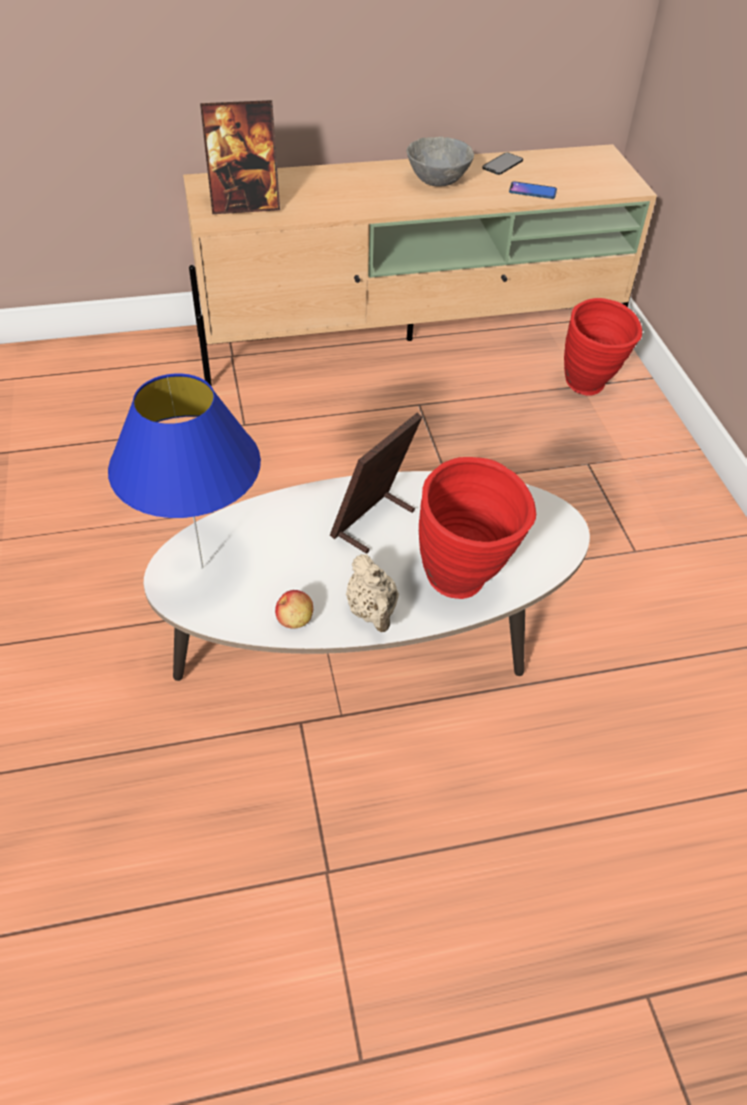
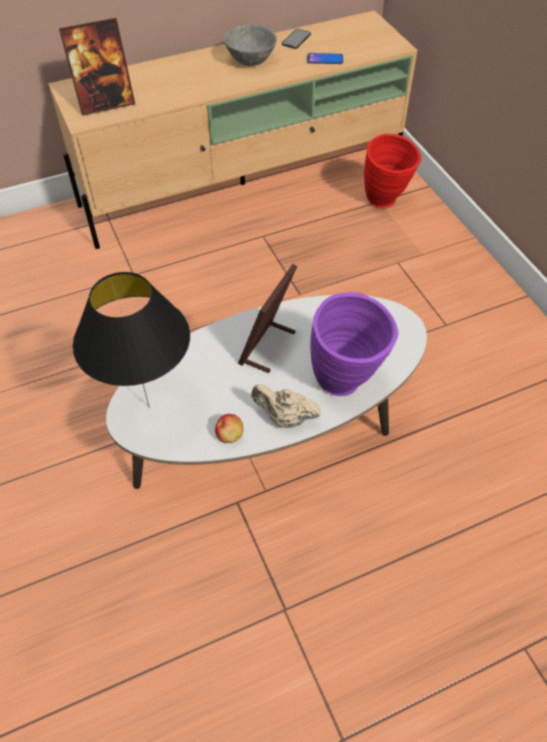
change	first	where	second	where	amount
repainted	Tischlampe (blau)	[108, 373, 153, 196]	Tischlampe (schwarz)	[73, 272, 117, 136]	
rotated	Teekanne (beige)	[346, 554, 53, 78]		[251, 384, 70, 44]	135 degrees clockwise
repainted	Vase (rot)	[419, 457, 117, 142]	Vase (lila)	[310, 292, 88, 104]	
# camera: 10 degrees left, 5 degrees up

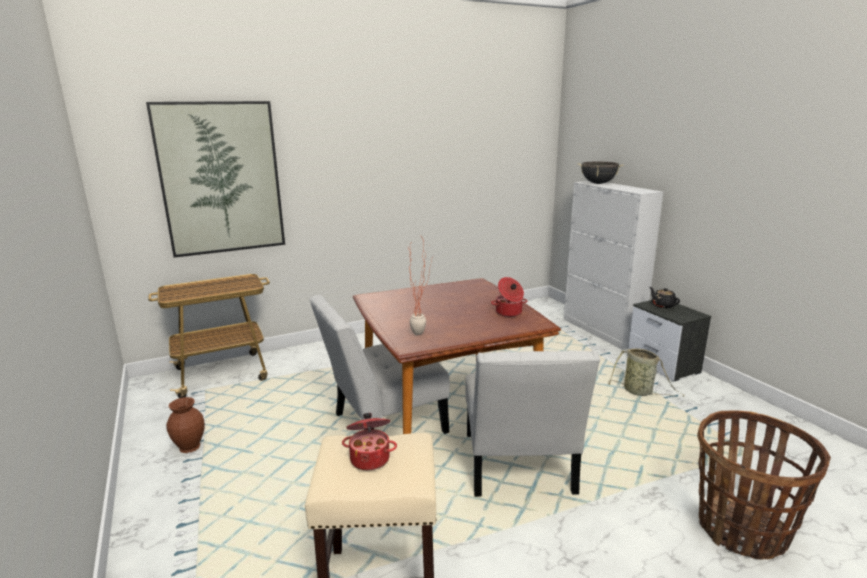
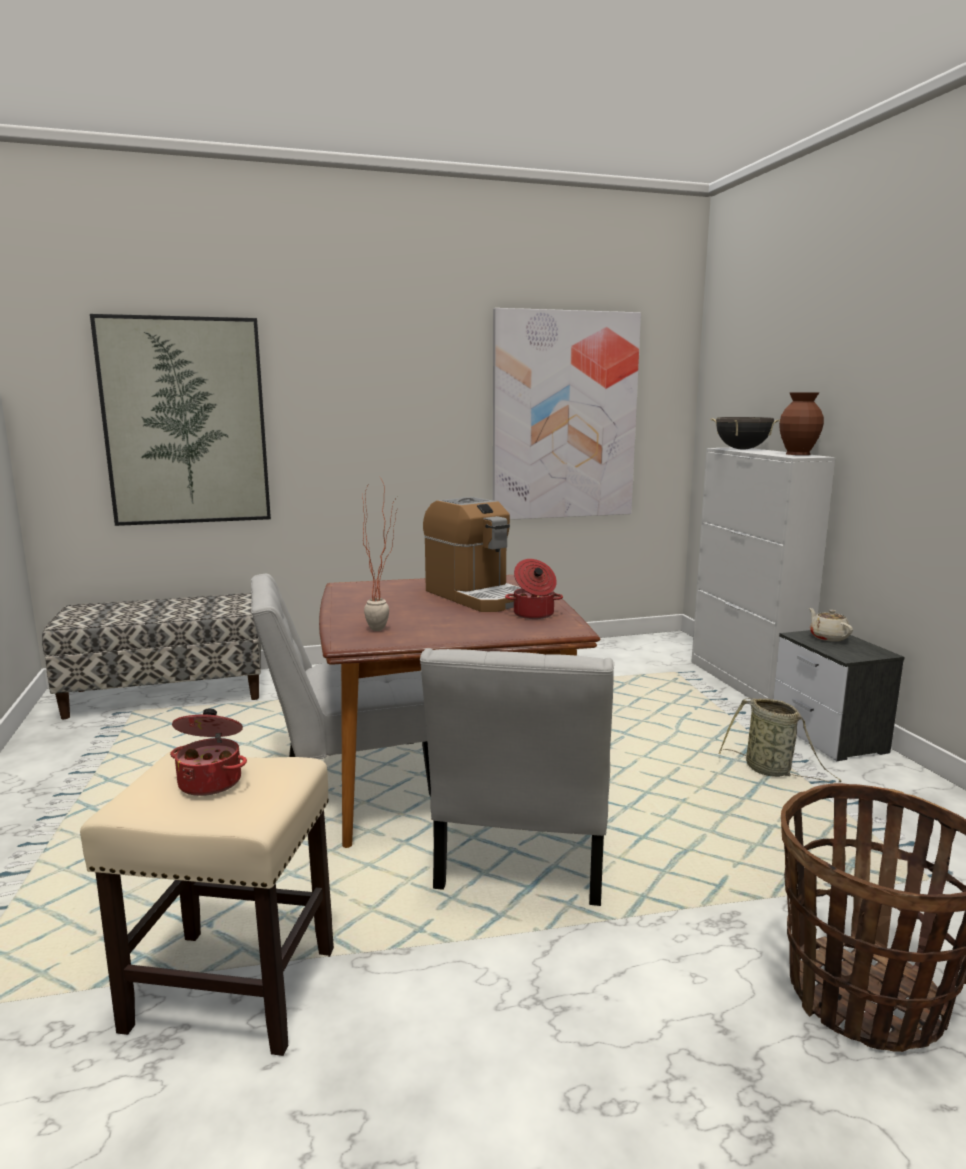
change	first	where	second	where	amount
swapped	Rollwagen	[148, 274, 122, 124]	Bank	[42, 593, 219, 126]	
new			Kaffeemaschine	[423, 497, 98, 115]	
new			Bild	[493, 308, 148, 212]	
shifted	Vase (braun)	[166, 397, 38, 56]		[779, 392, 45, 63]	
repainted	Teekanne (schwarz)	[650, 287, 30, 21]	Teekanne (beige)	[809, 608, 44, 34]	
# camera: 10 degrees right, 5 degrees down

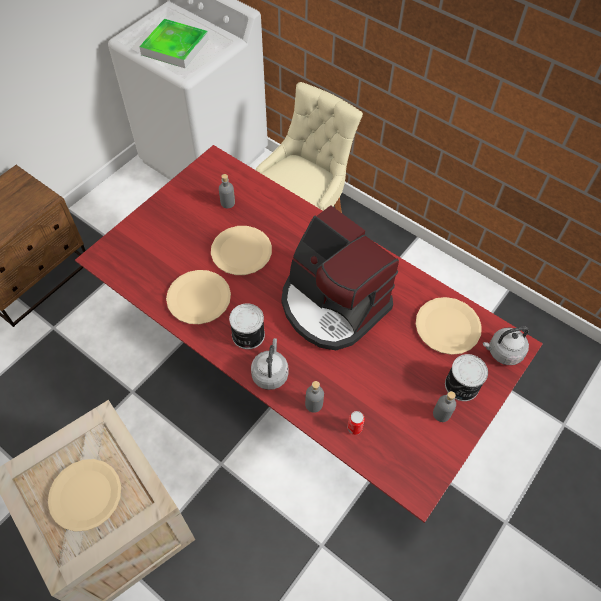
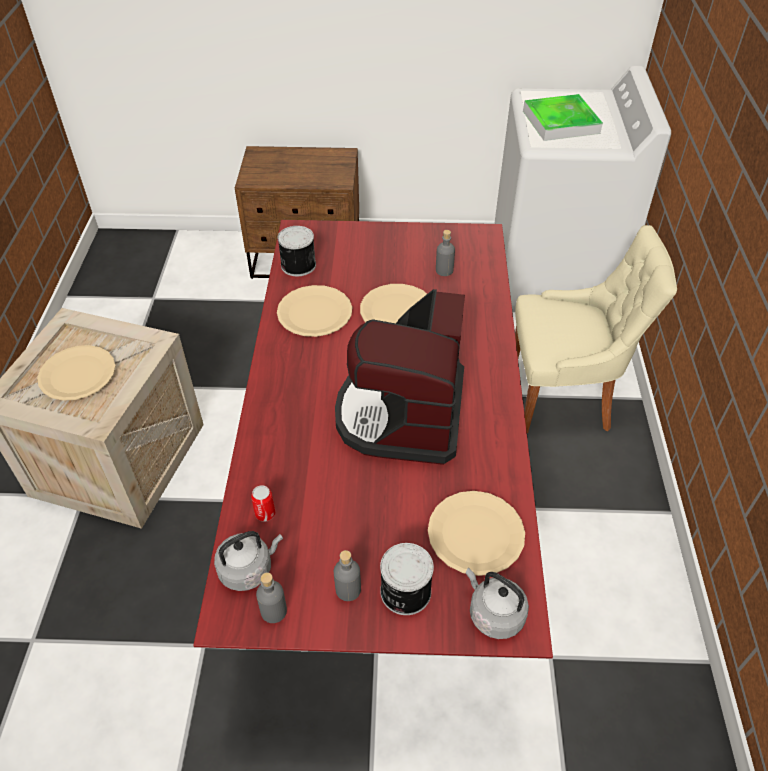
change	first	where	second	where	amount
shifted	Wasserkessel (grau)	[251, 338, 37, 52]		[214, 531, 69, 60]	
shifted	Flasche (grau)	[305, 381, 19, 32]		[256, 573, 31, 50]	
shifted	Dose	[229, 303, 36, 46]		[277, 226, 39, 50]	
# camera: 55 degrees right, 10 degrees down

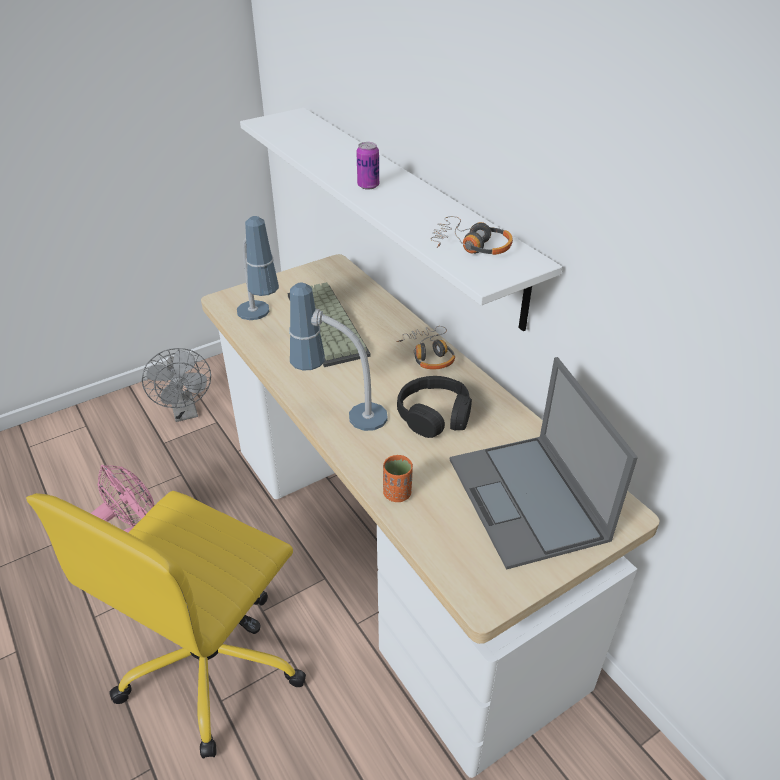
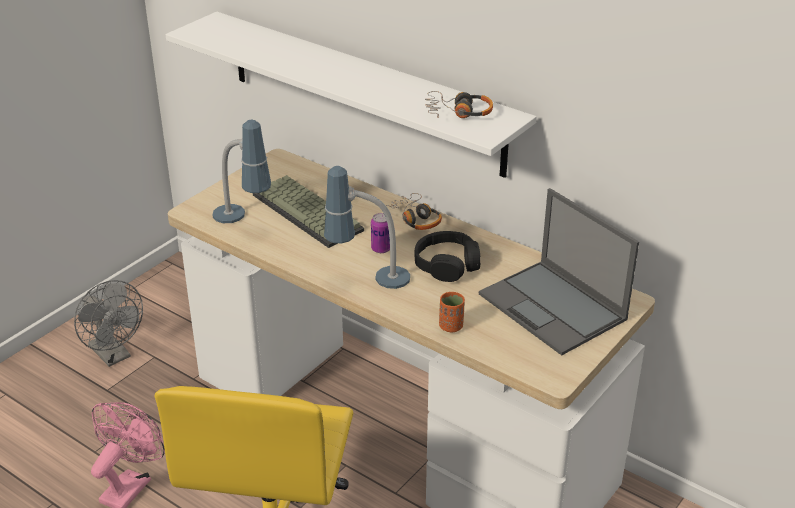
change	first	where	second	where	amount
shifted	Dose	[356, 142, 23, 48]		[371, 213, 19, 40]	
# camera: 20 degrees left, 5 degrees down

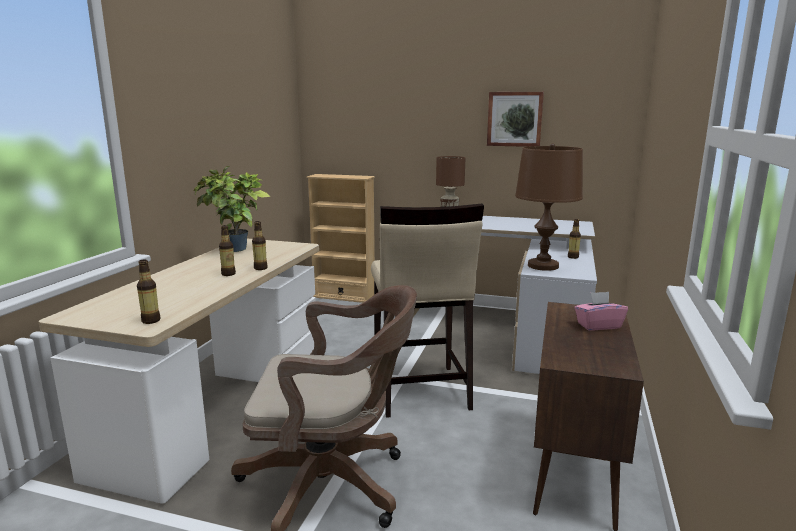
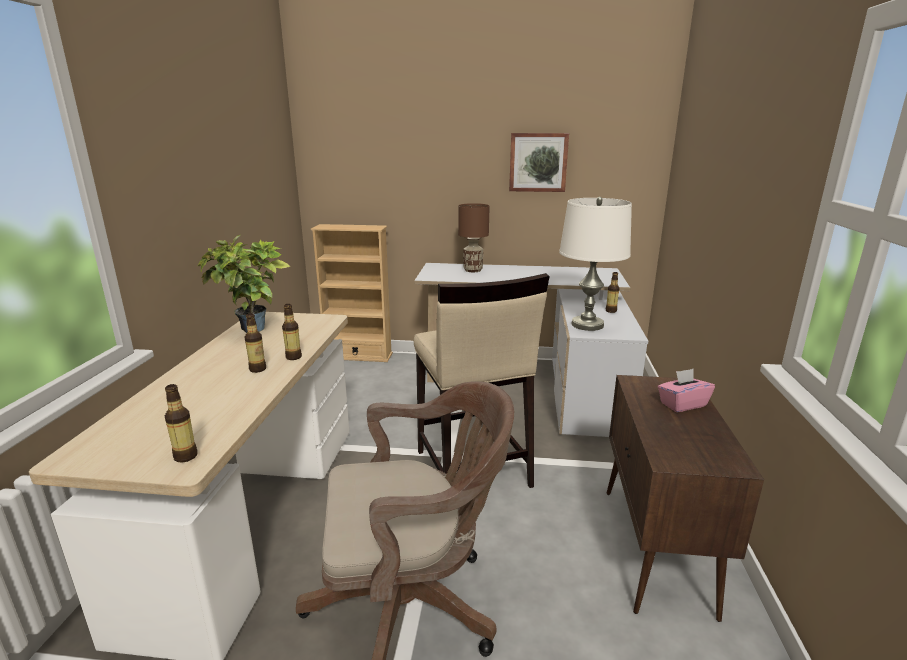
change	first	where	second	where	amount
repainted	Tischlampe (braun)	[515, 143, 68, 128]	Tischlampe (weiß)	[559, 197, 73, 134]	
# camera: 10 degrees left, 5 degrees up

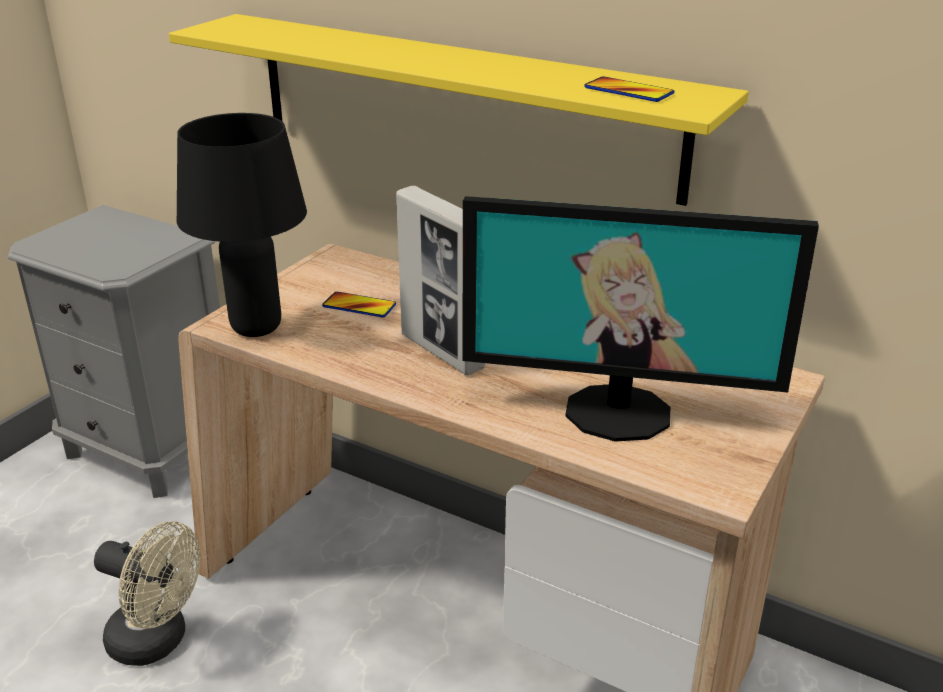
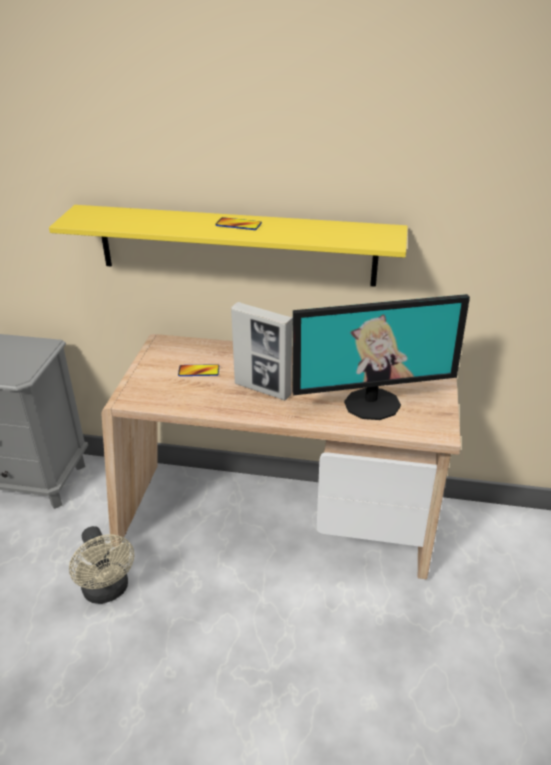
change	first	where	second	where	amount
rotated	Ventilator (beige)	[94, 521, 106, 145]		[69, 526, 65, 78]	60 degrees clockwise
shifted	Handy	[584, 77, 90, 25]		[215, 217, 47, 13]	
gone	Tischlampe (schwarz)	[177, 113, 130, 224]			
# camera: 20 degrees left, 5 degrees up

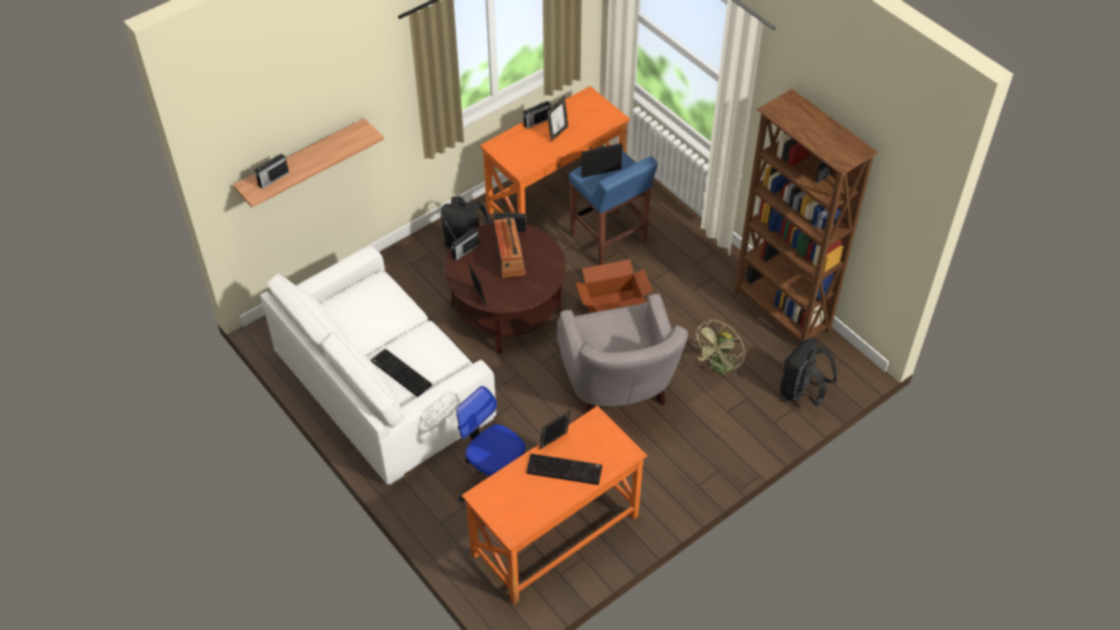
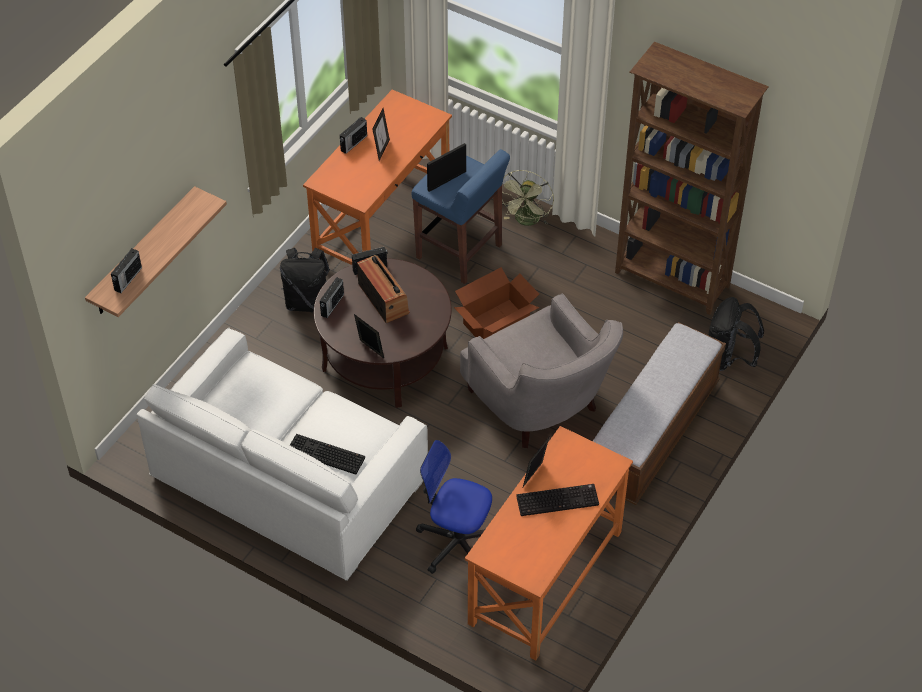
change	first	where	second	where	amount
shifted	Ventilator (grün)	[692, 320, 53, 56]		[502, 170, 52, 56]	
new			Bank	[593, 322, 133, 183]	
# camera: 20 degrees left, 0 degrees up

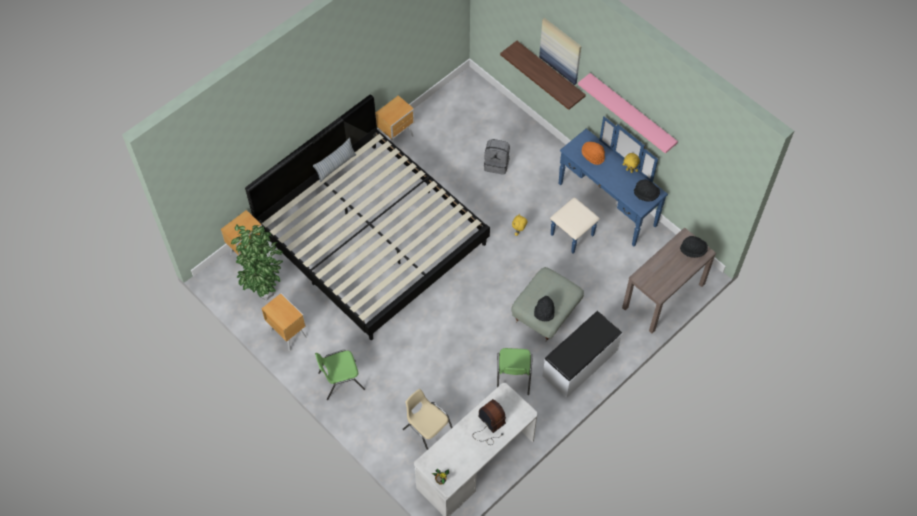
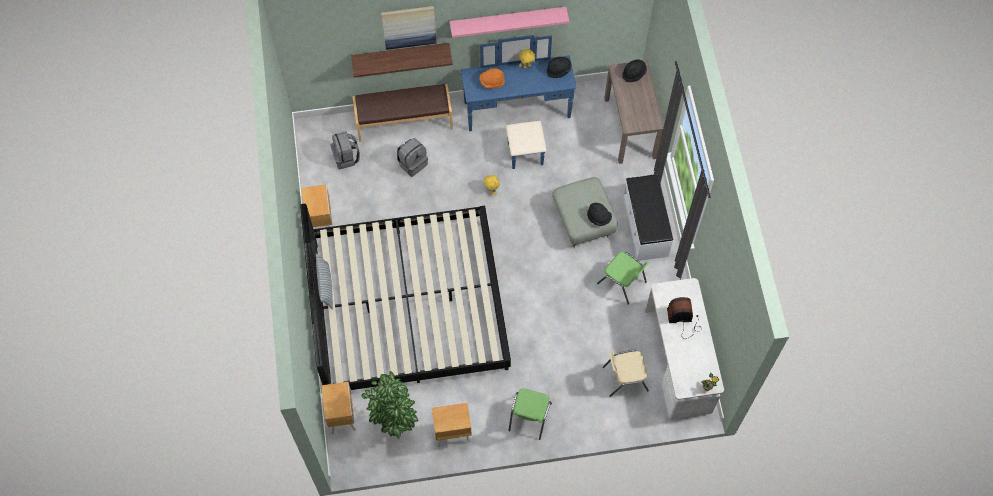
change	first	where	second	where	amount
new			Rucksack (grau)	[331, 131, 29, 38]	
new			Bank (braun)	[353, 84, 100, 58]	
# camera: 55 degrees left, 5 degrees up

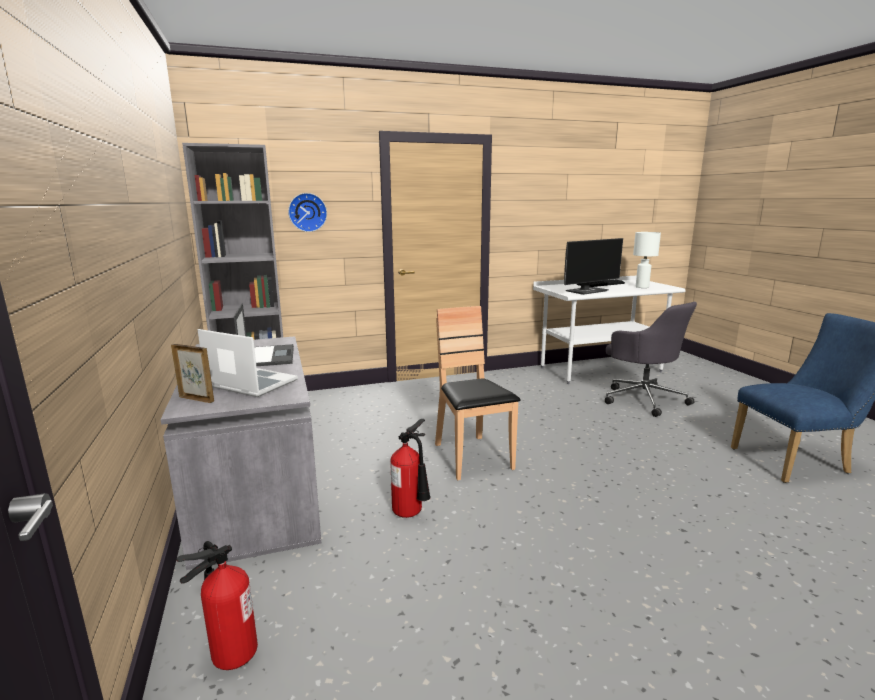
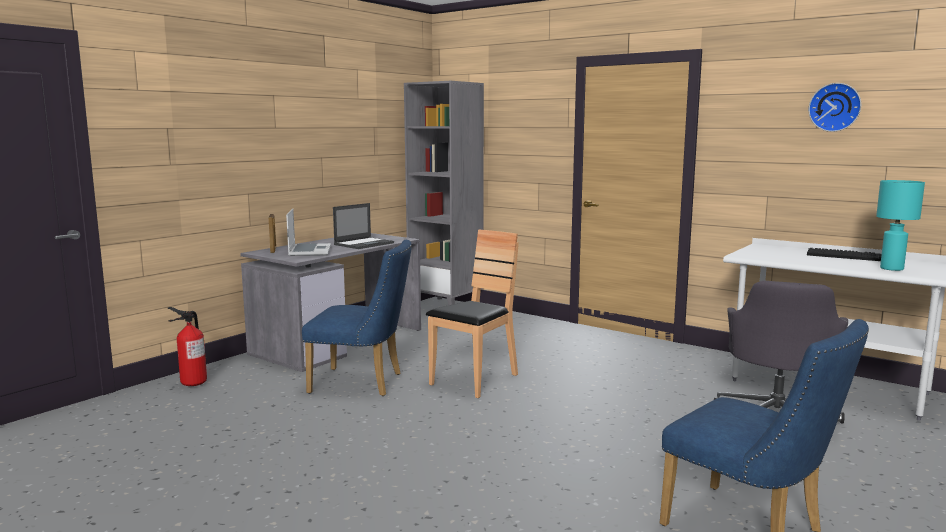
change	first	where	second	where	amount
swapped	Feuerlöscher	[390, 419, 41, 99]	Stuhl (blau)	[302, 240, 110, 156]	
shifted	Wanduhr	[288, 193, 39, 39]		[809, 83, 52, 49]	
repainted	Tischlampe (weiß)	[633, 232, 28, 56]	Tischlampe (türkis)	[876, 180, 49, 91]	
gone	Monitor	[564, 238, 59, 57]			
# camera: 55 degrees right, 5 degrees down

